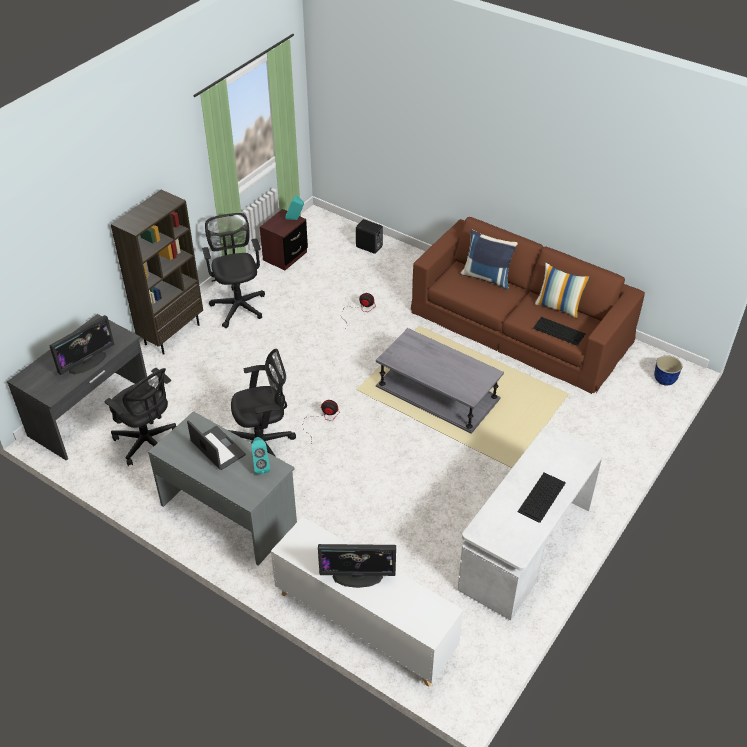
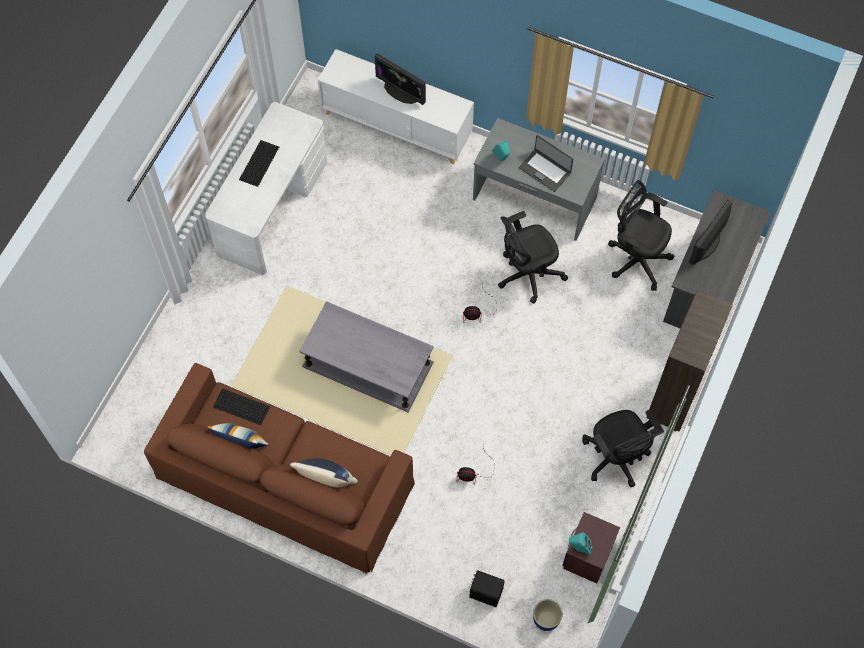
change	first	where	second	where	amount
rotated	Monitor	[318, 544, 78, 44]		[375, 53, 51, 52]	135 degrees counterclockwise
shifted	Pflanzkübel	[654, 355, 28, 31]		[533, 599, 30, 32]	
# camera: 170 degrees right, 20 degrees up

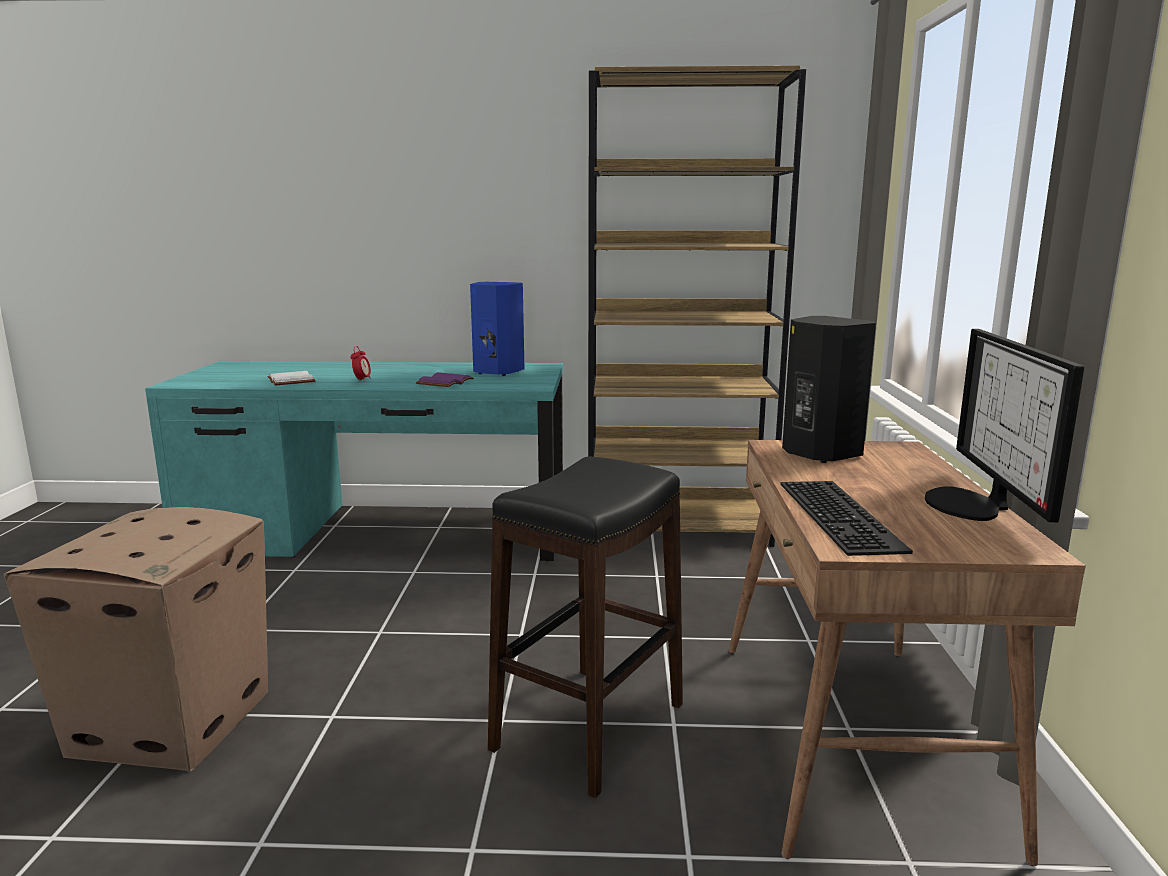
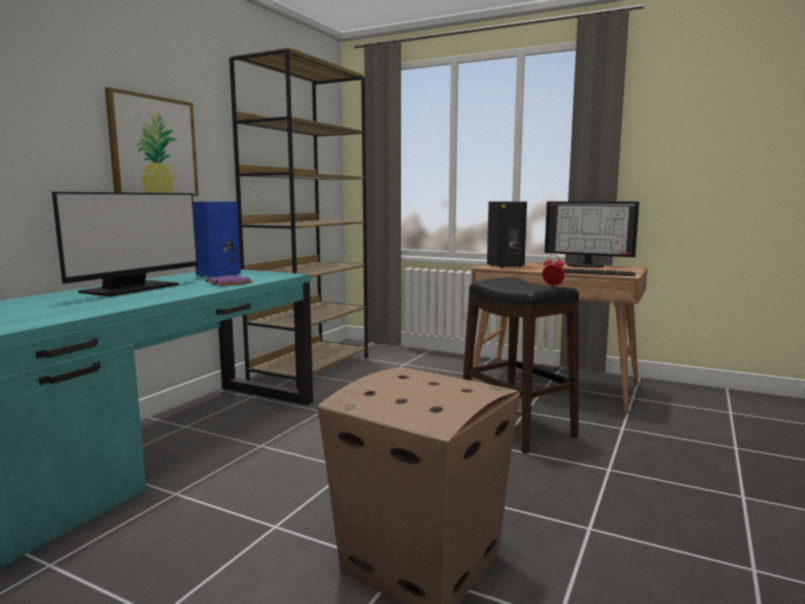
change	first	where	second	where	amount
new			Monitor	[52, 192, 146, 105]	
new			Bild	[105, 87, 94, 109]	
shifted	Wecker	[350, 346, 21, 36]		[542, 255, 23, 32]	
gone	Buch (weiß)	[268, 371, 48, 14]			
# camera: 65 degrees left, 5 degrees down

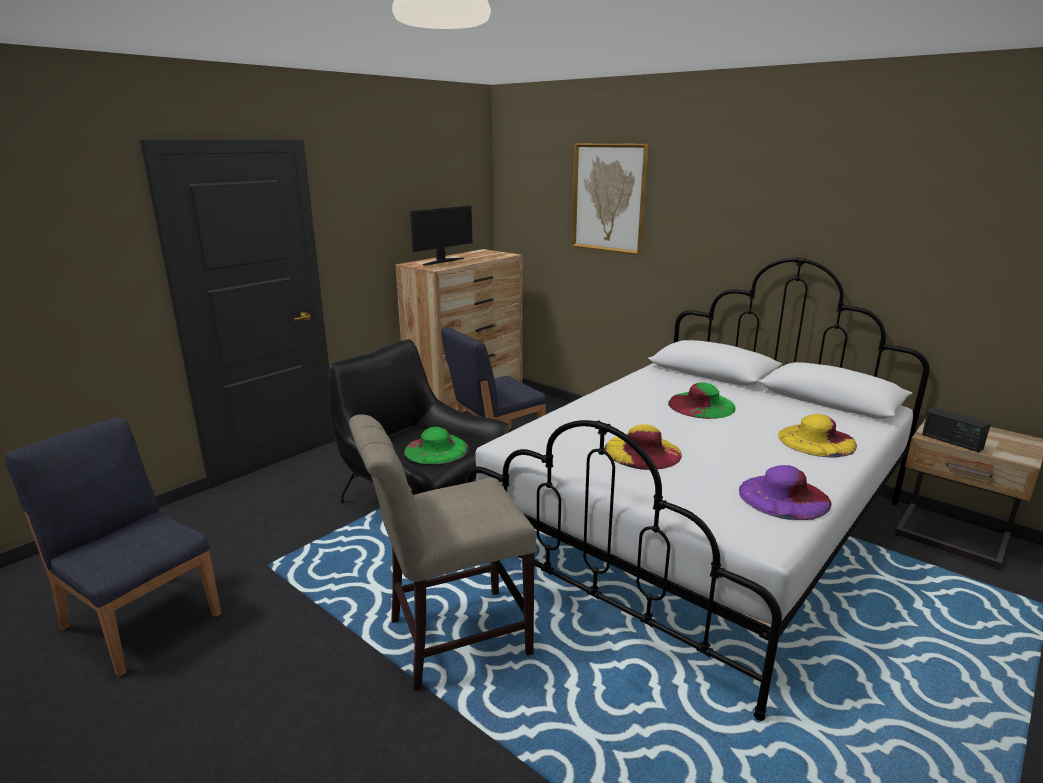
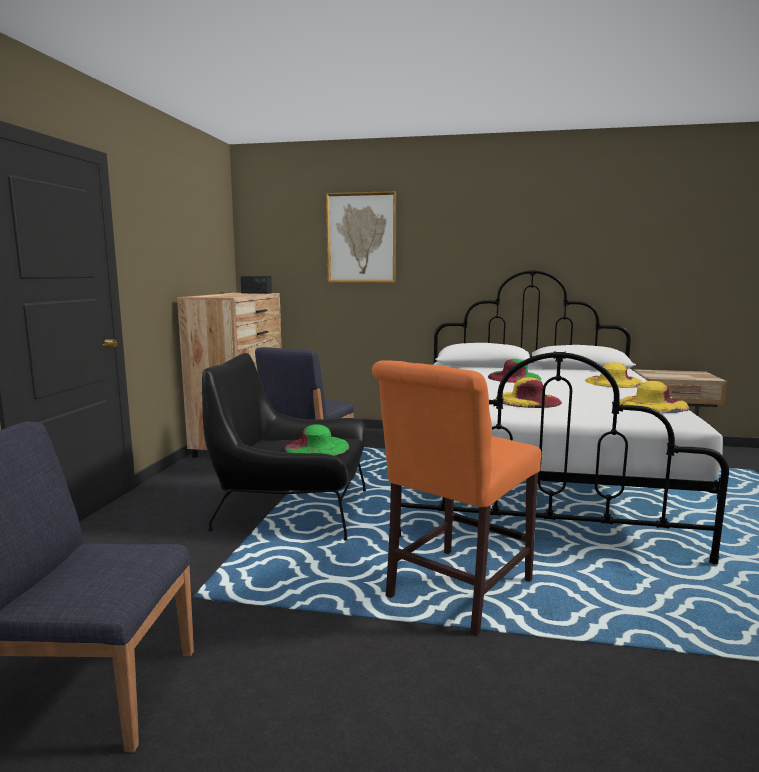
change	first	where	second	where	amount
shifted	Radio	[922, 407, 69, 45]		[240, 276, 32, 18]	
repainted	Stuhl (beige)	[349, 415, 188, 276]	Stuhl (orange)	[372, 360, 169, 276]	
repainted	Hut (lila)	[739, 465, 93, 55]	Hut (gelb)	[620, 381, 69, 32]	
gone	Monitor	[410, 205, 63, 60]			
# camera: 30 degrees left, 10 degrees down

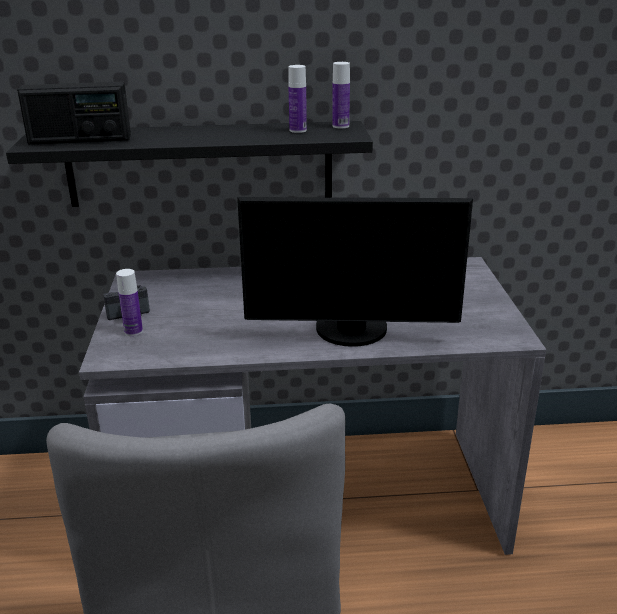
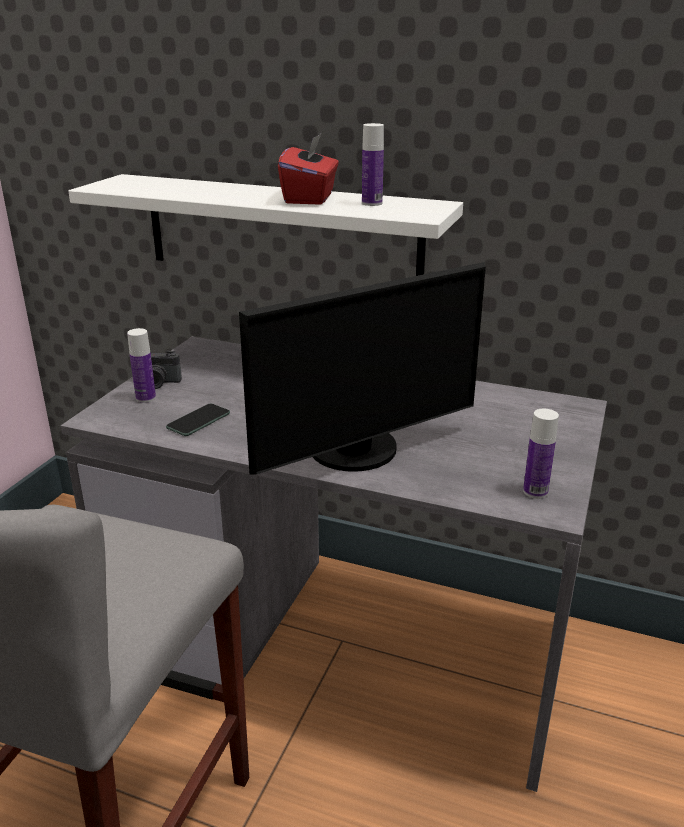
change	first	where	second	where	amount
repainted	Wandregal (schwarz)	[6, 121, 367, 86]	Wandregal (weiß)	[68, 174, 395, 102]	
new			Handy	[166, 404, 64, 32]	
rotated	Monitor	[237, 197, 236, 150]		[239, 262, 247, 213]	60 degrees counterclockwise
new			Taschentuchbox (rot)	[278, 134, 60, 71]	
shifted	Flasche	[332, 62, 18, 66]		[523, 409, 36, 90]	
gone	Radio	[17, 81, 114, 64]			
# camera: 25 degrees right, 0 degrees up

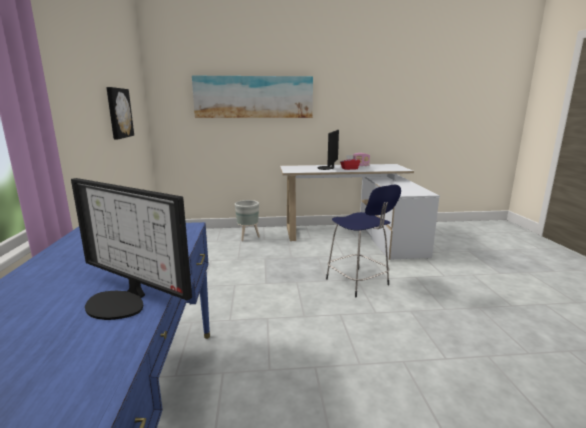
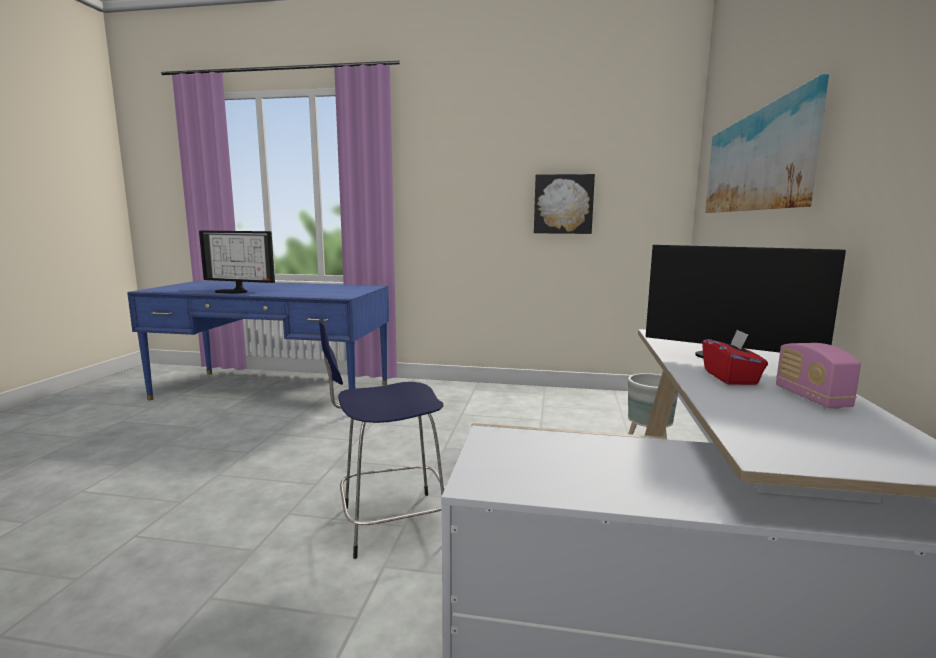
change	first	where	second	where	amount
rotated	Monitor	[71, 178, 121, 142]		[199, 230, 76, 64]	120 degrees counterclockwise
# camera: 105 degrees right, 5 degrees down

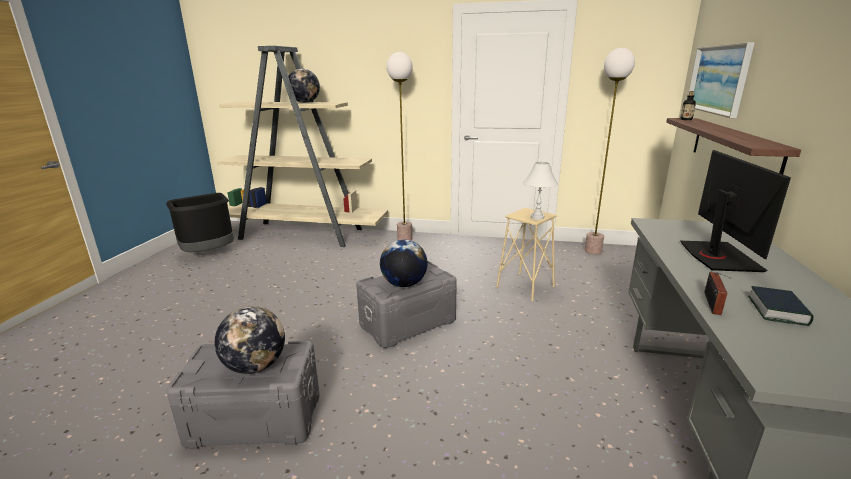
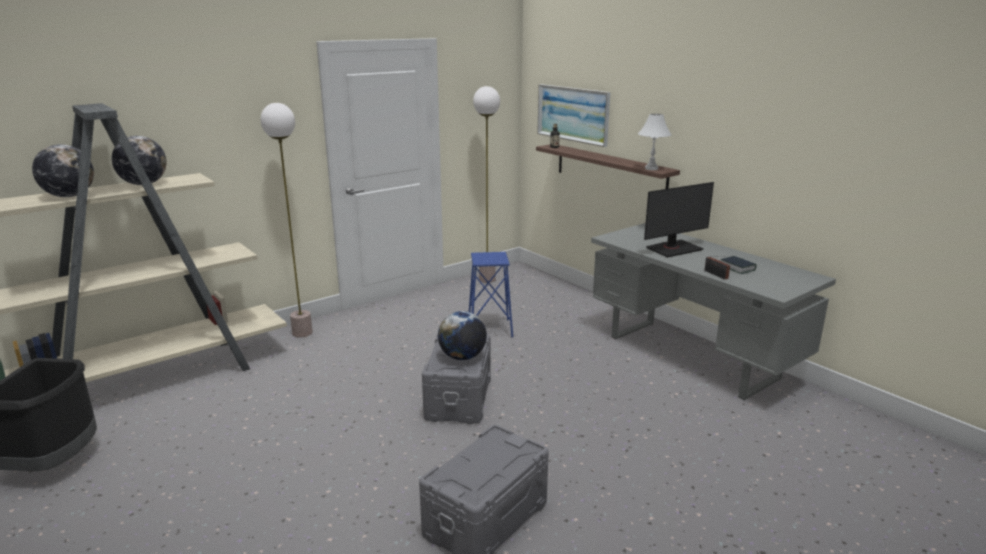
change	first	where	second	where	amount
shifted	Globus	[215, 306, 70, 68]		[32, 144, 62, 53]	
repainted	Hocker (beige)	[496, 208, 61, 94]	Hocker (blau)	[469, 252, 44, 86]	
shifted	Tischlampe (weiß)	[523, 162, 35, 58]		[638, 114, 33, 56]	
rotated	Monitor	[681, 150, 110, 122]		[644, 182, 70, 75]	105 degrees clockwise
# camera: 50 degrees left, 0 degrees up

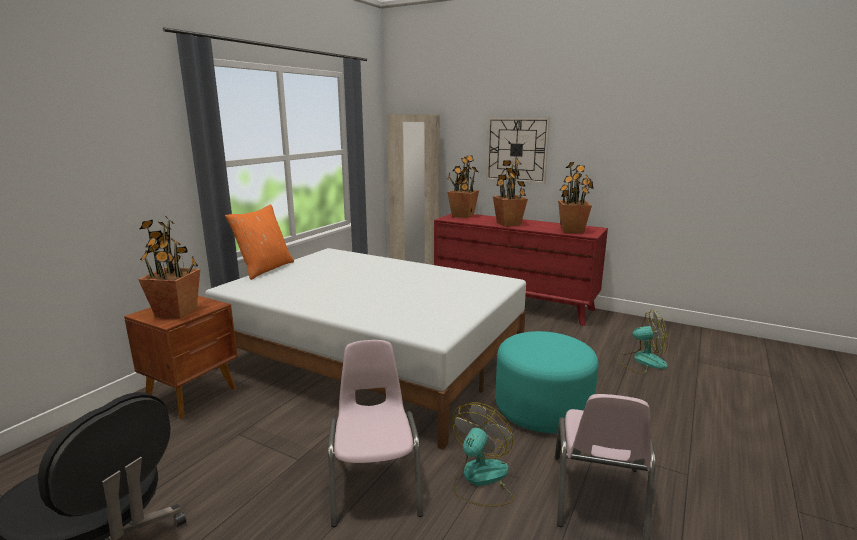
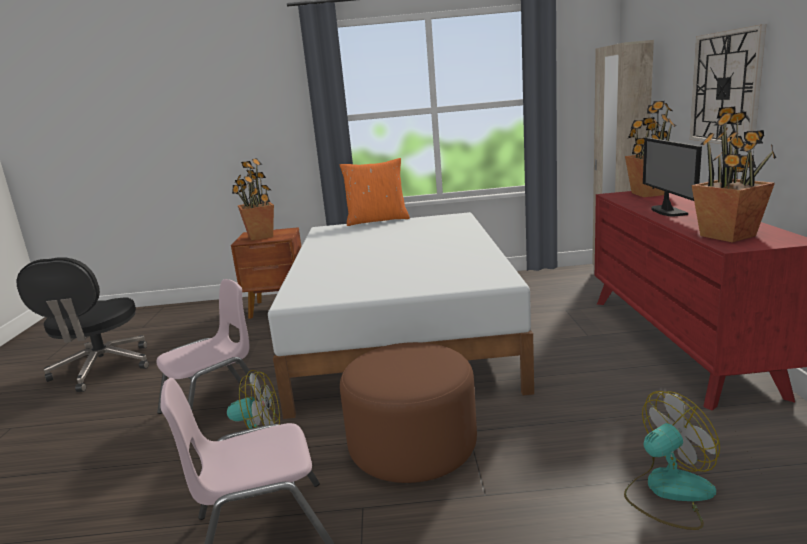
change	first	where	second	where	amount
repainted	Polsterhocker (türkis)	[495, 331, 104, 102]	Polsterhocker (braun)	[340, 342, 137, 141]	
rotated	Ventilator	[617, 309, 51, 65]		[624, 391, 96, 139]	90 degrees counterclockwise
swapped	Topfpflanze	[493, 159, 35, 67]	Monitor	[643, 138, 59, 78]	
# camera: 60 degrees right, 0 degrees up

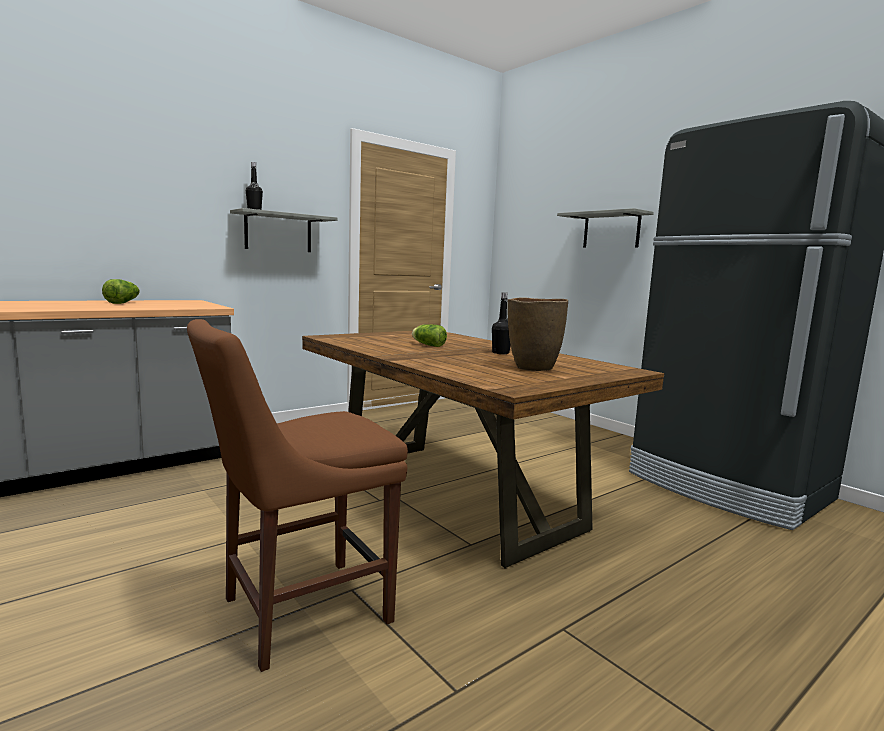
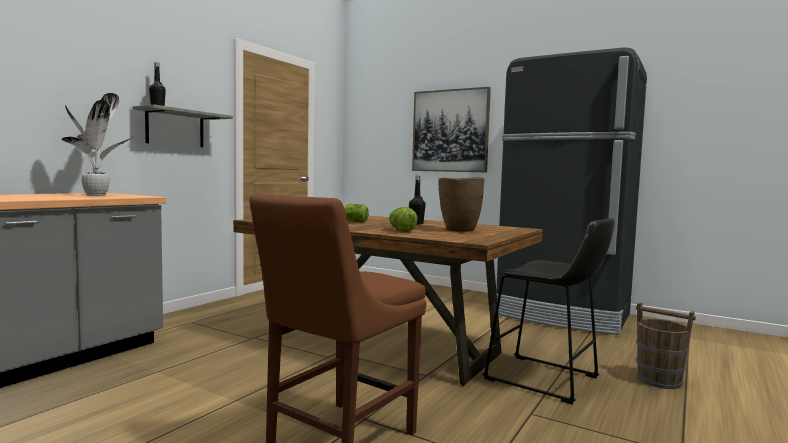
change	first	where	second	where	amount
new			Topfpflanze	[62, 93, 72, 103]	
shifted	Salatkopf	[102, 279, 38, 25]		[389, 207, 29, 25]	
swapped	Wandregal (grau)	[557, 208, 97, 39]	Bild	[412, 87, 79, 85]	
new			Hocker (schwarz)	[483, 217, 132, 187]	
new			Eimer (braun)	[636, 302, 60, 87]	
# camera: 20 degrees left, 5 degrees down

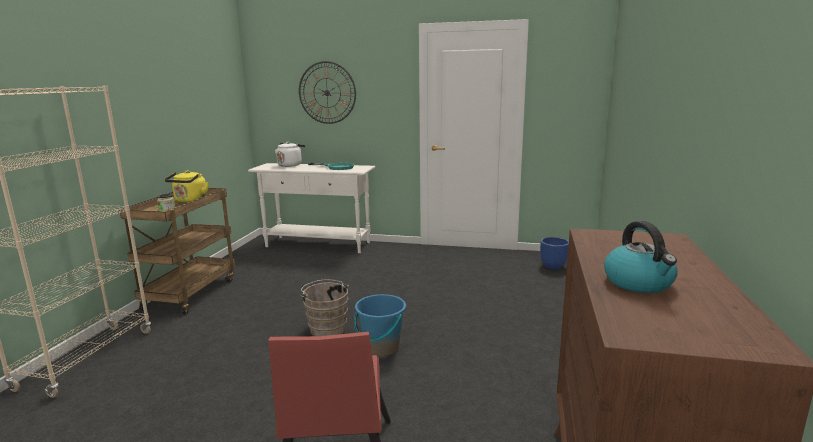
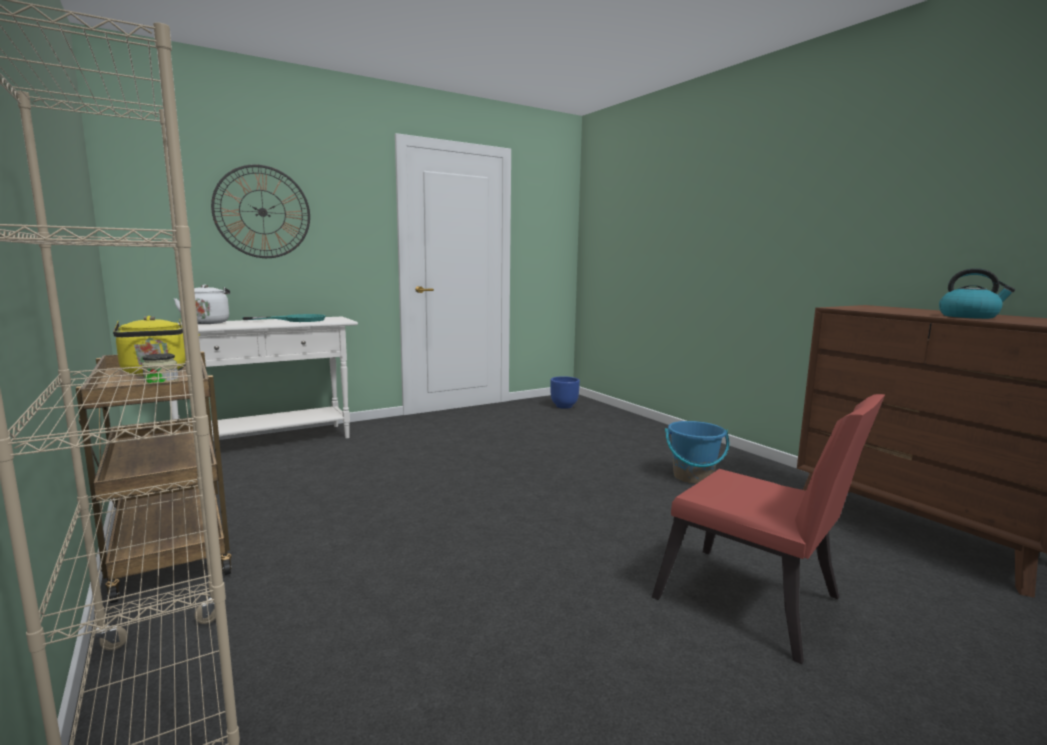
change	first	where	second	where	amount
shifted	Eimer (blau)	[354, 294, 52, 62]		[665, 421, 64, 63]	
gone	Eimer (braun)	[301, 280, 48, 56]			
# camera: 45 degrees left, 5 degrees down

